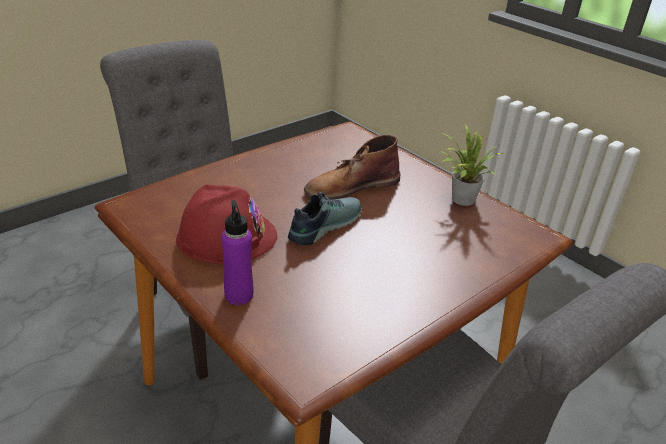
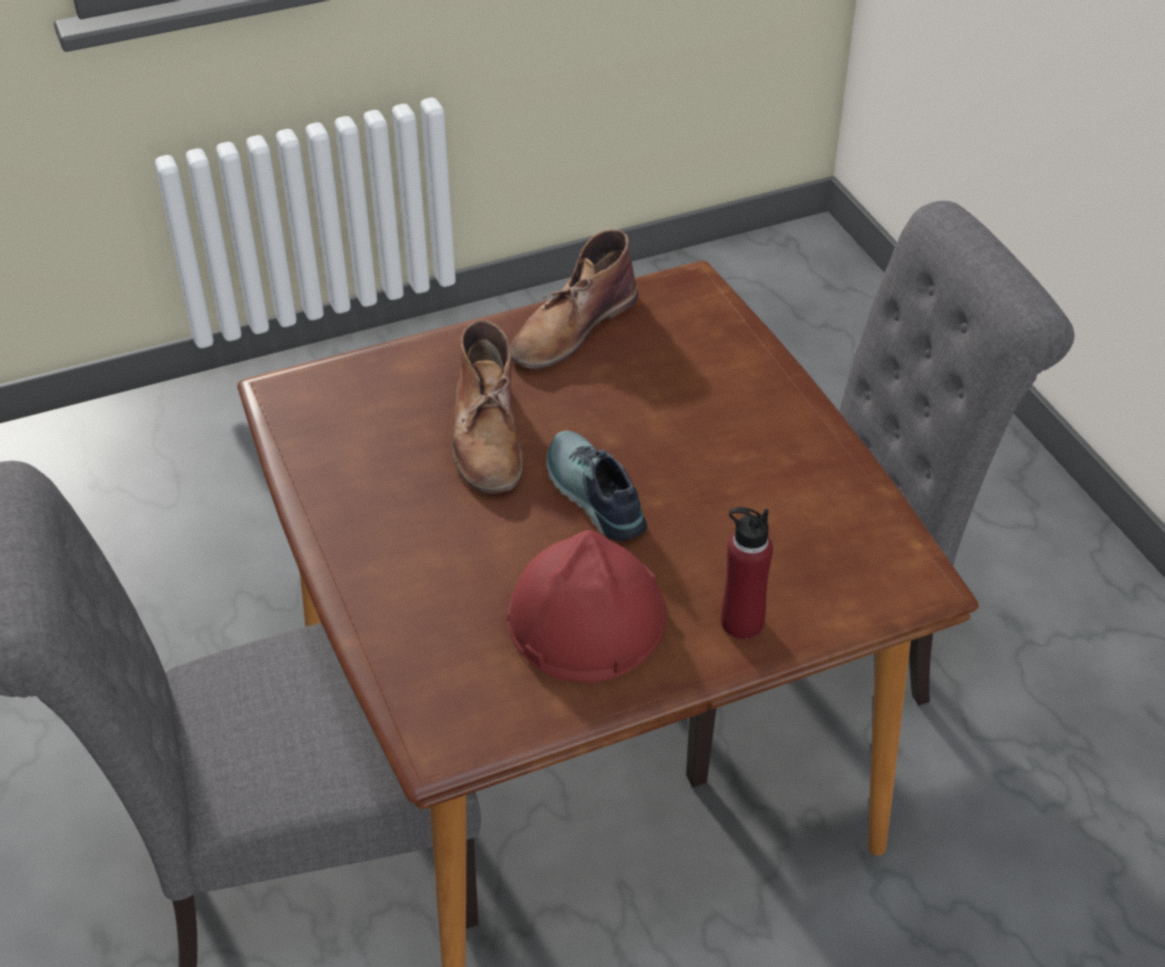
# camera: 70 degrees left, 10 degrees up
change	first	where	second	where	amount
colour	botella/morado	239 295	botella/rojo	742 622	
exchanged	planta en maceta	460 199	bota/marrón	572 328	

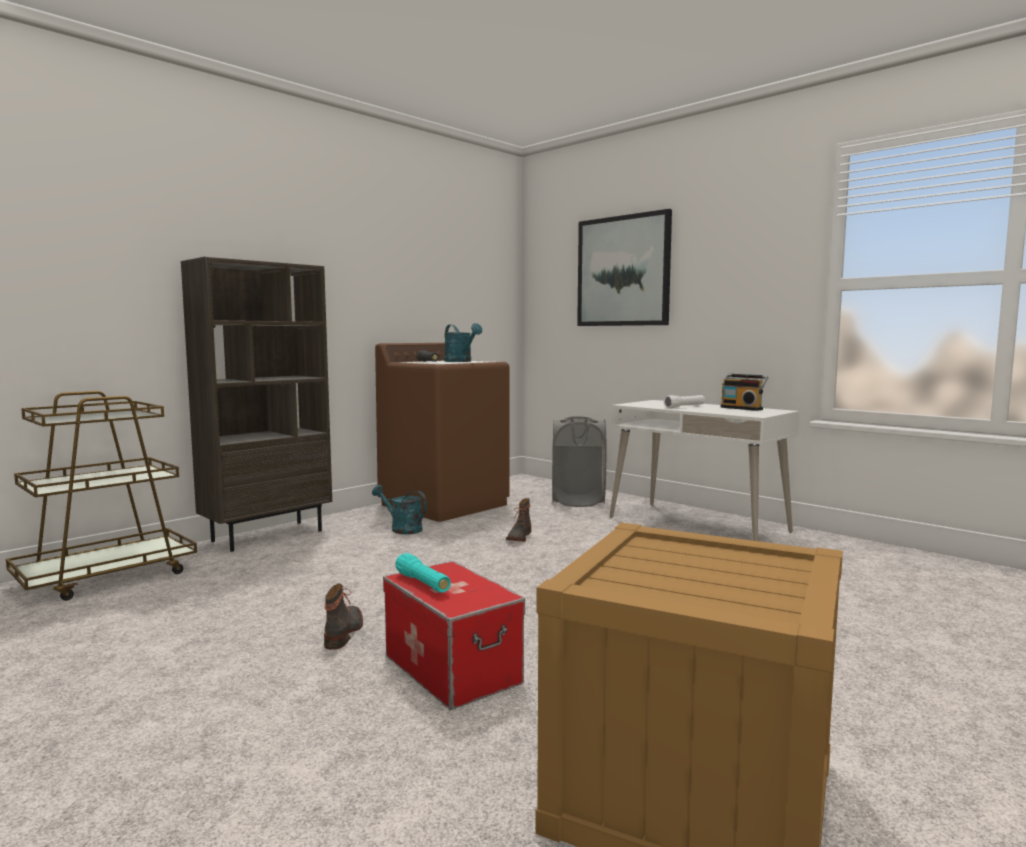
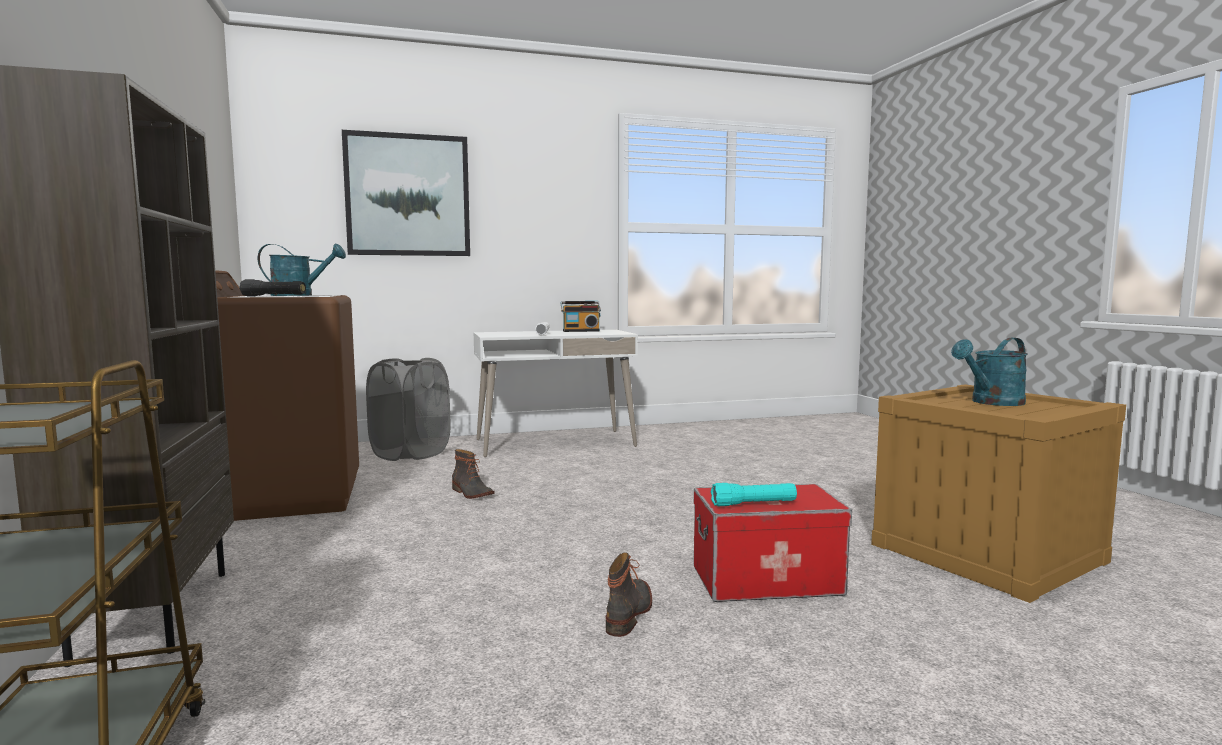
# camera: 60 degrees left, 0 degrees up
change	first	where	second	where	amount
spun	bota	344 632		629 613	75 degrees clockwise
relocated	regadera/turquesa	402 529		992 403	

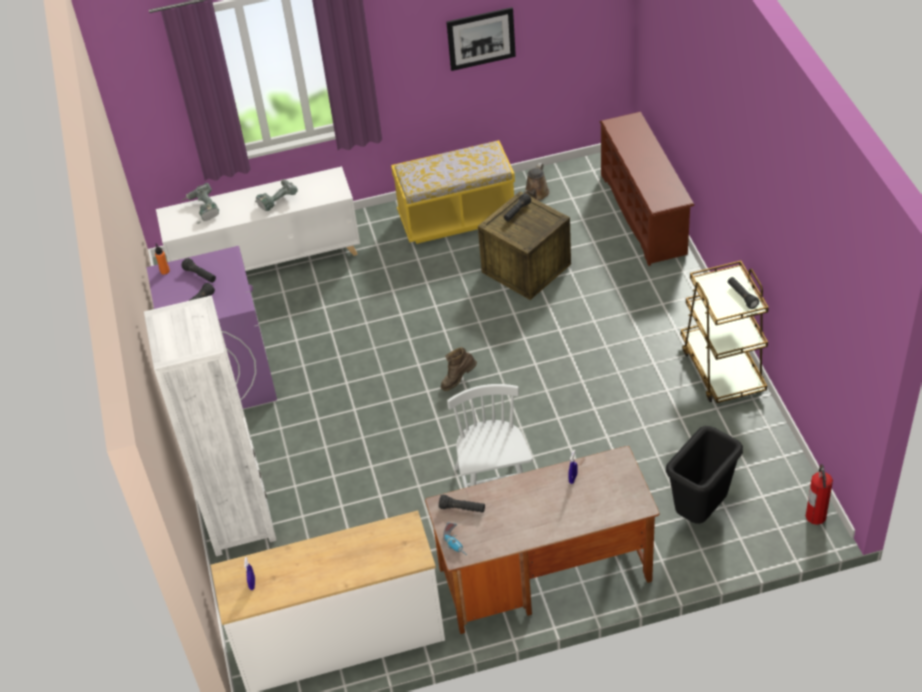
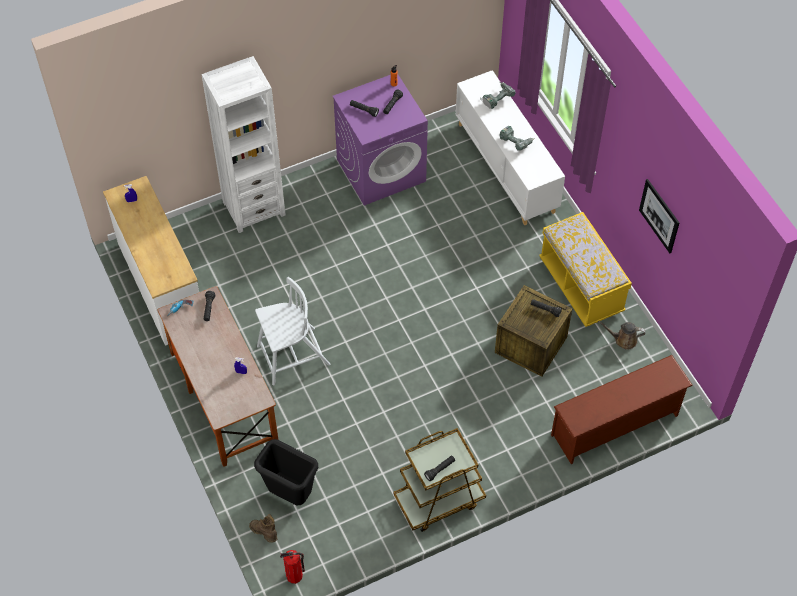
# camera: 75 degrees right, 10 degrees up
change	first	where	second	where	amount
relocated	bota/marrón	458 380		265 533	

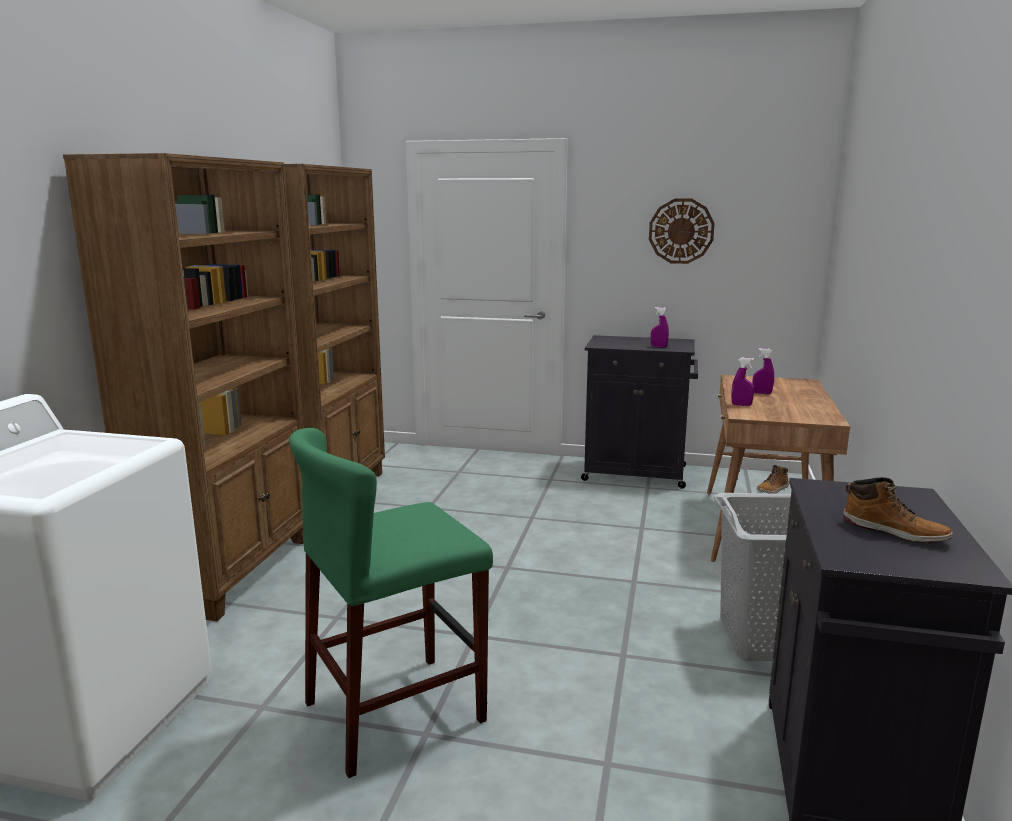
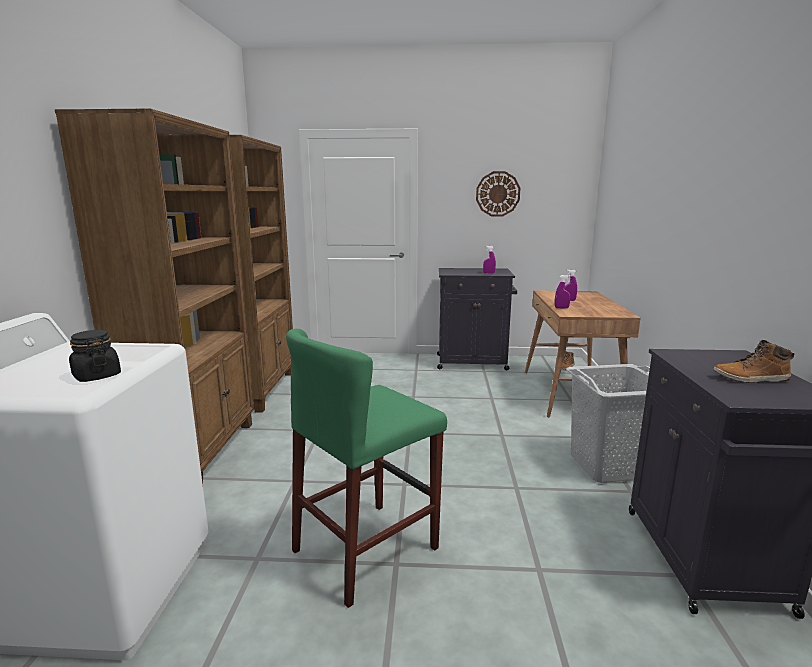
# camera: 10 degrees left, 0 degrees up
change	first	where	second	where	amount
spun	bota	894 531		751 378	150 degrees clockwise
appeared			tarro/negro	96 376	

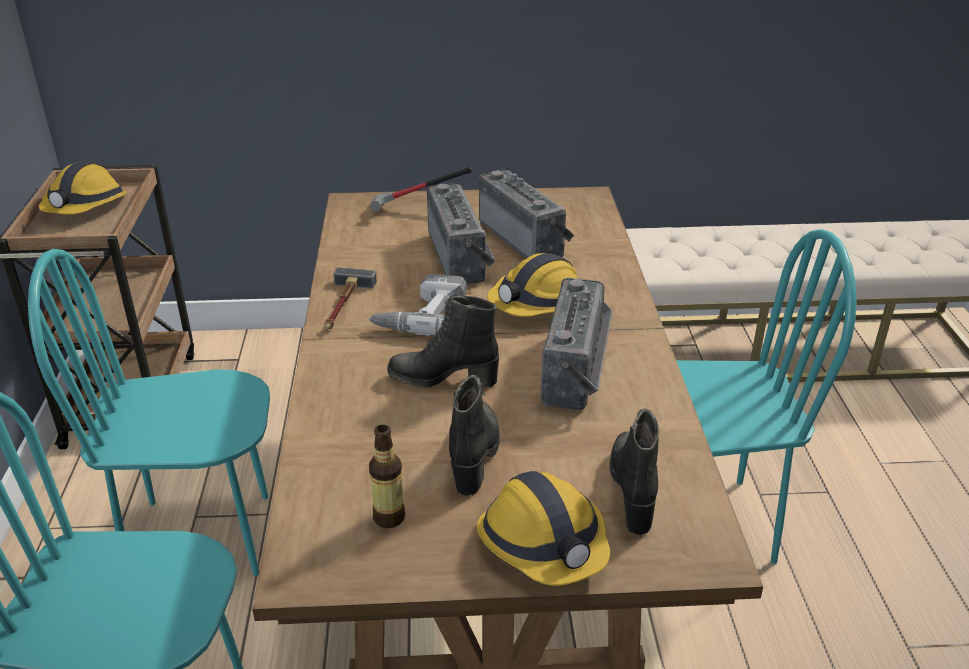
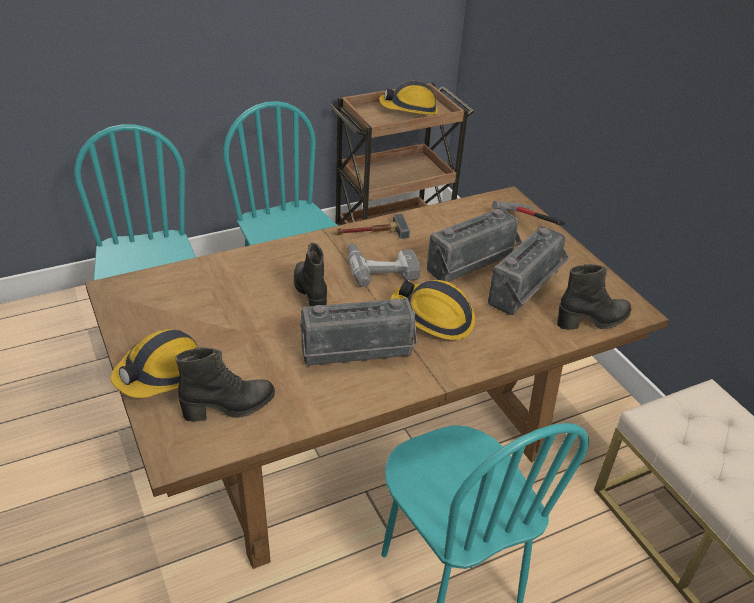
# camera: 65 degrees right, 5 degrees up
change	first	where	second	where	amount
missing	botella	389 517			
relocated	bota/negro	475 455		593 321	

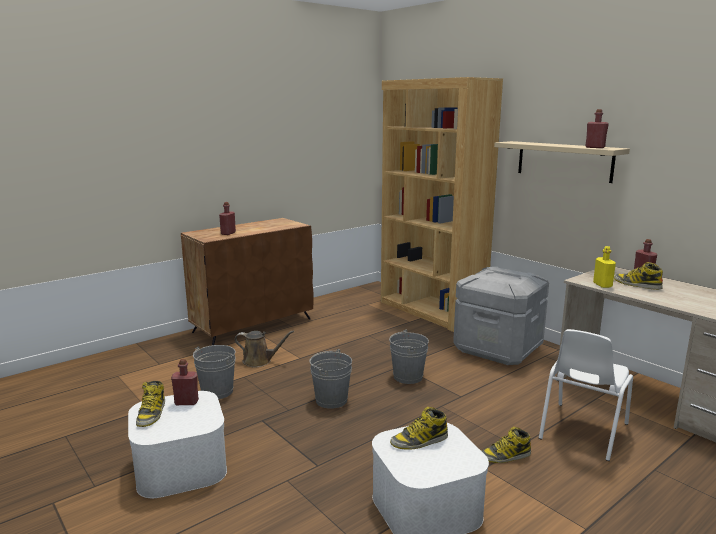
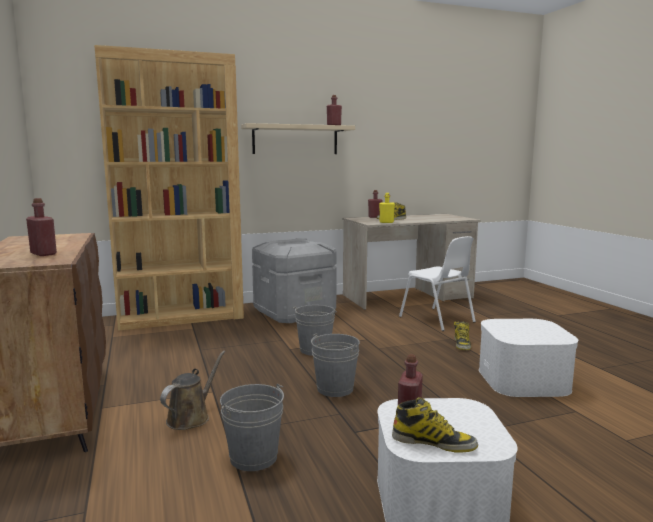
# camera: 70 degrees left, 5 degrees down
change	first	where	second	where	amount
missing	bota	419 441			

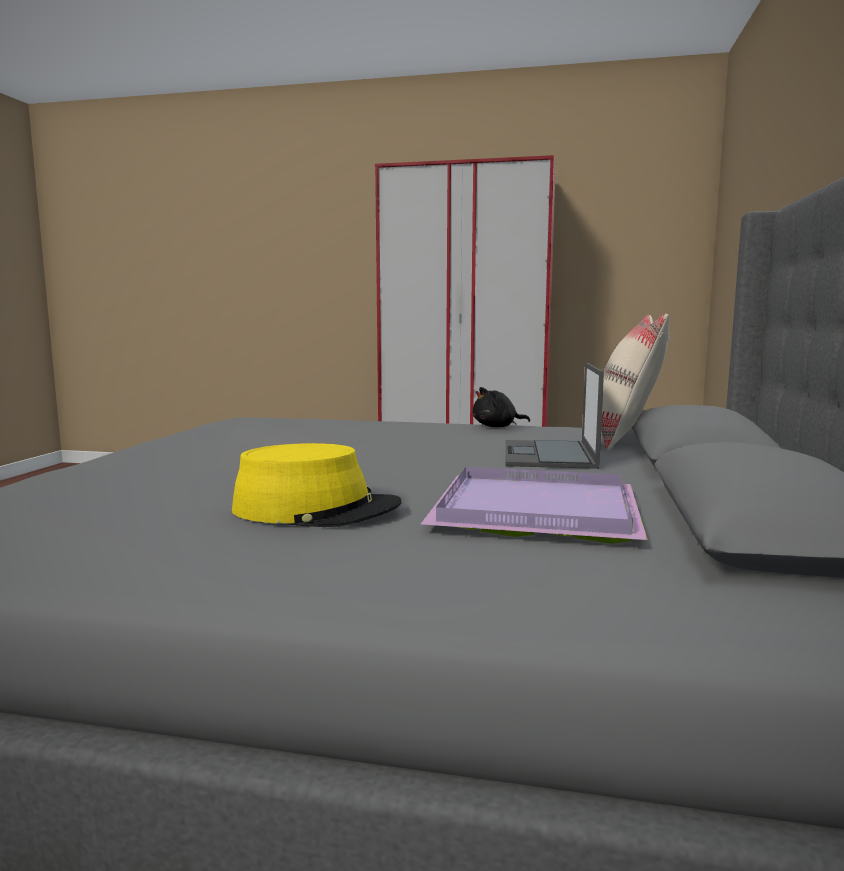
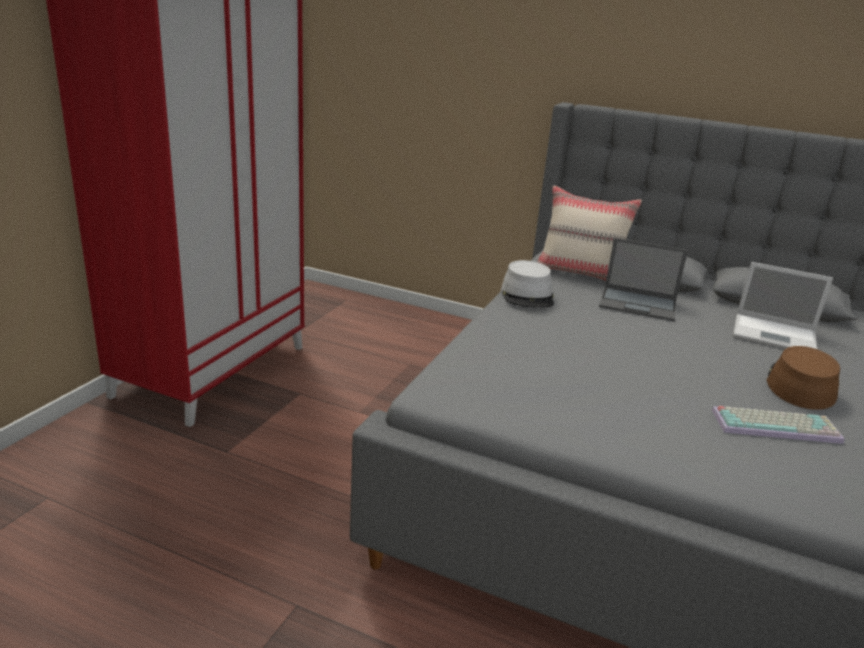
# camera: 80 degrees left, 15 degrees up
change	first	where	second	where	amount
colour	sombrero/amarillo	316 509	sombrero/marrón	800 385	
exchanged	bandeja/morado	539 512	portátil	776 335	
exchanged	peluche/negro	497 427	sombrero/gris	527 296	
appeared			teclado	776 425	

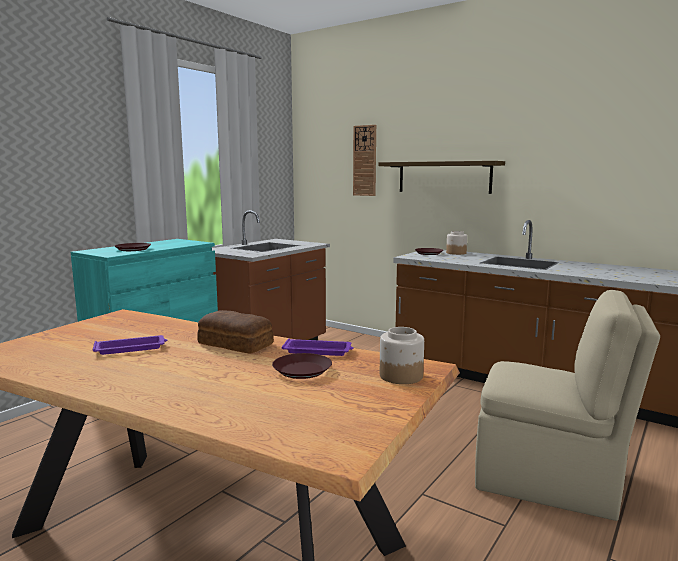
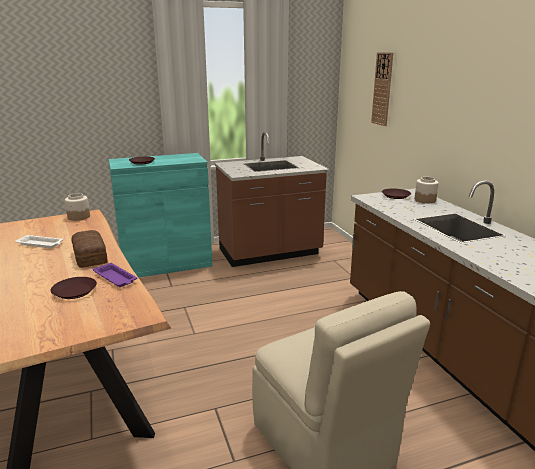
# camera: 35 degrees right, 10 degrees up
change	first	where	second	where	amount
colour	bandeja/morado	131 348	bandeja/blanco	41 244	
missing	estante	444 177			
relocated	tarro	400 376		78 217	

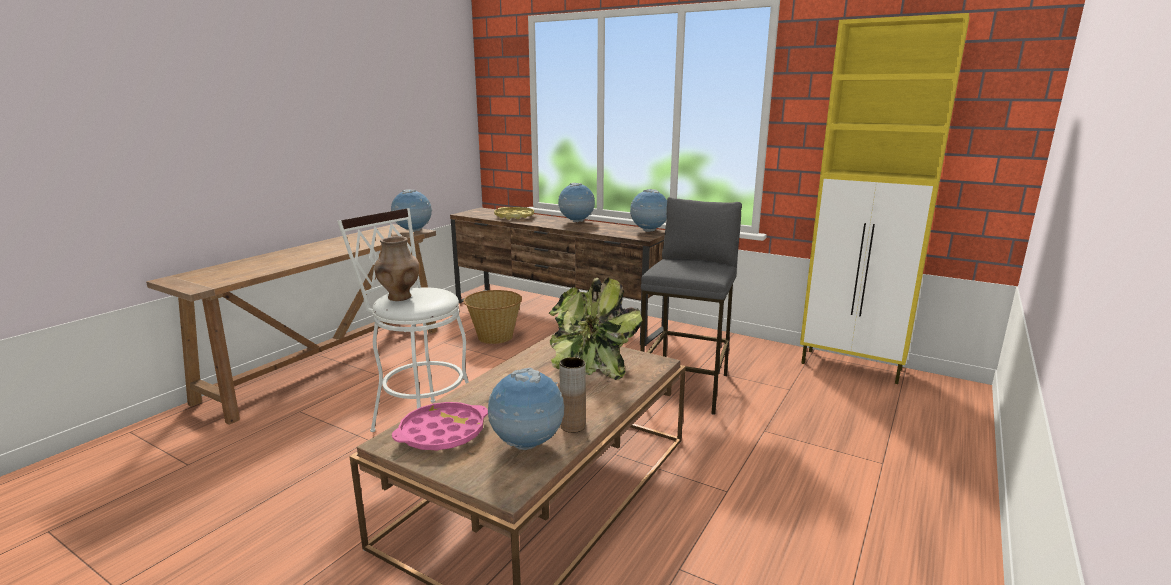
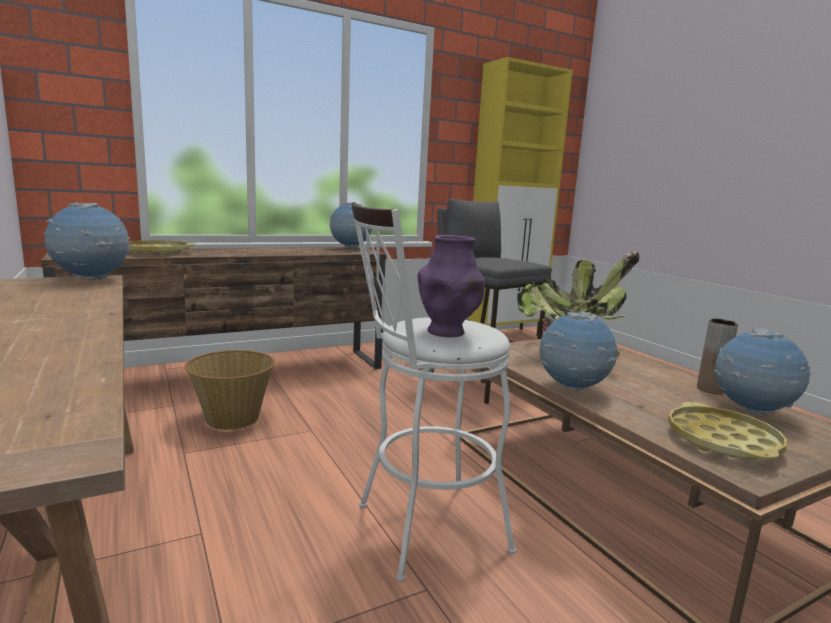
# camera: 60 degrees left, 5 degrees down
change	first	where	second	where	amount
colour	florero/marrón	399 297	florero/morado	447 332	
colour	bandeja/rosa	442 433	bandeja/amarillo	722 441	
relocated	globo terráqueo	576 222		572 389	

